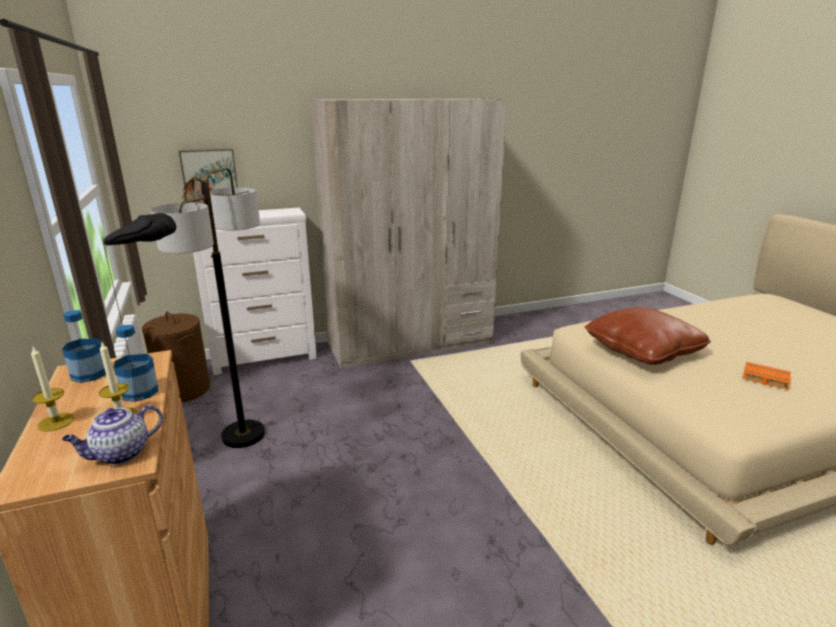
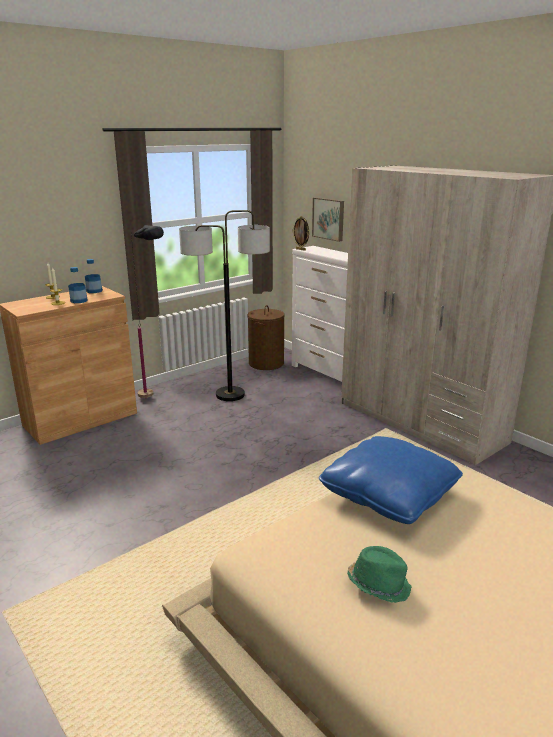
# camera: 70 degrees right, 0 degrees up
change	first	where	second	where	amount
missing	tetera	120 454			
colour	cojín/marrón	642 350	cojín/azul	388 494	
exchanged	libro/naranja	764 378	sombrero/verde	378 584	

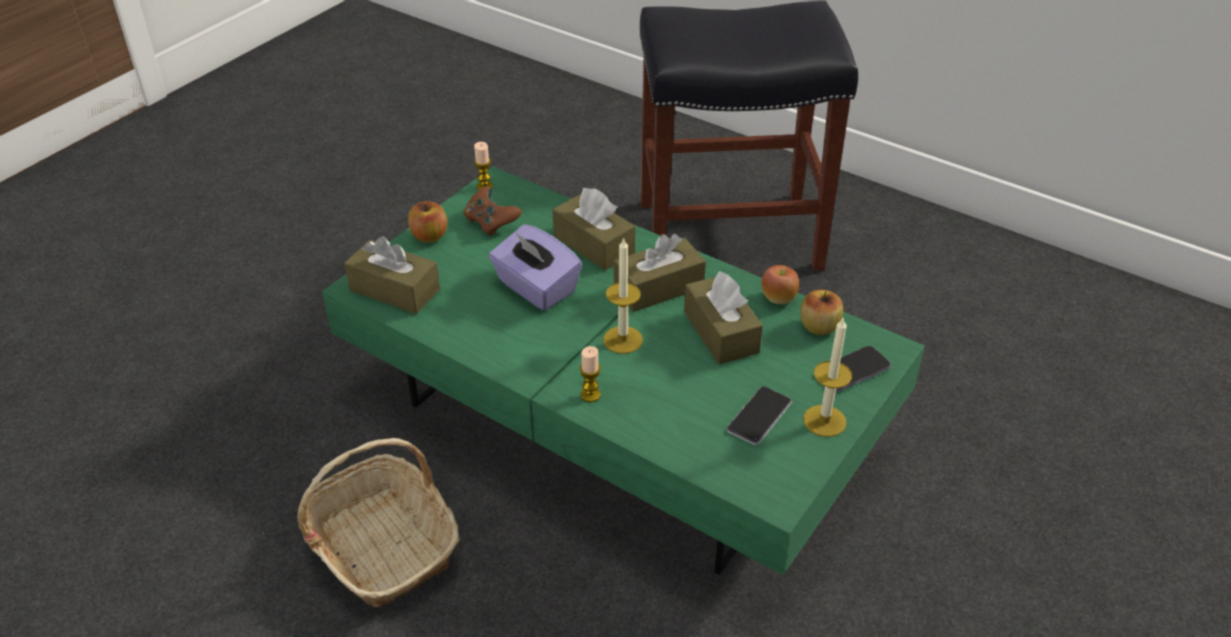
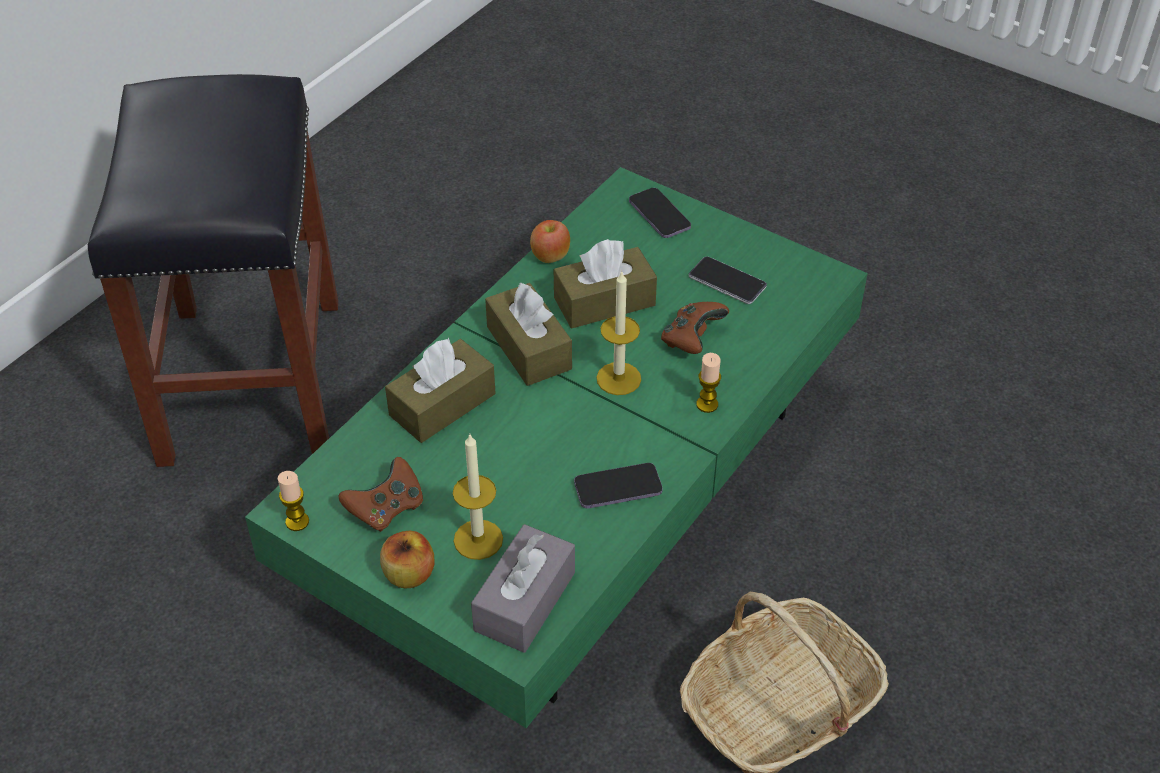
# camera: 90 degrees left, 5 degrees up
change	first	where	second	where	amount
colour	caja de pañuelos/marrón	395 290	caja de pañuelos/gris	525 601	
missing	caja de pañuelos/morado	535 288			
missing	manzana	819 327			
relocated	vela	824 421		478 539	
appeared			móvil	618 488	
appeared			mando de consola/marrón	692 339	

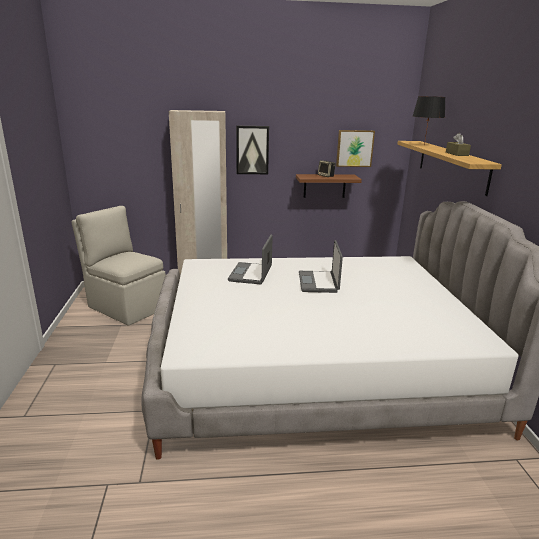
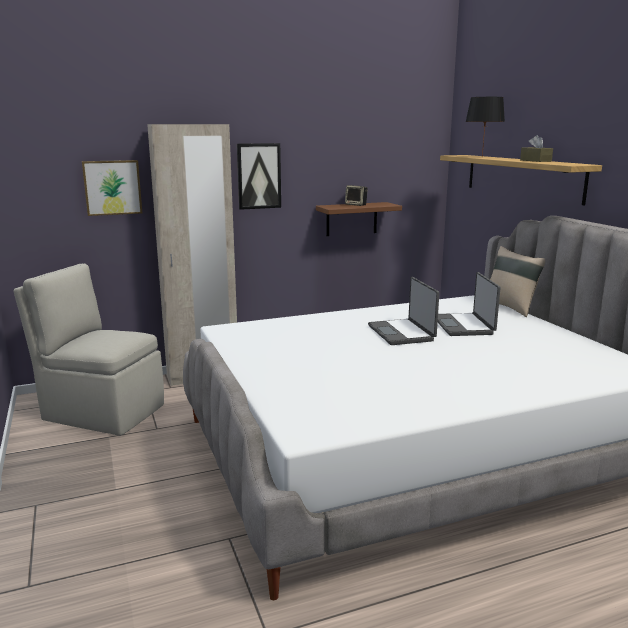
# camera: 15 degrees left, 5 degrees down
change	first	where	second	where	amount
relocated	portátil	251 274		464 326	
relocated	cuadro	354 148		112 187	
appeared			cojín/beis	511 307	

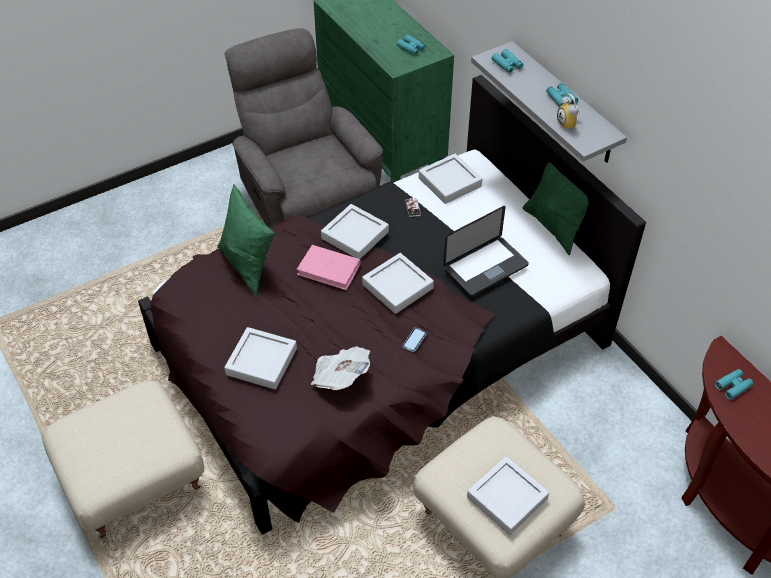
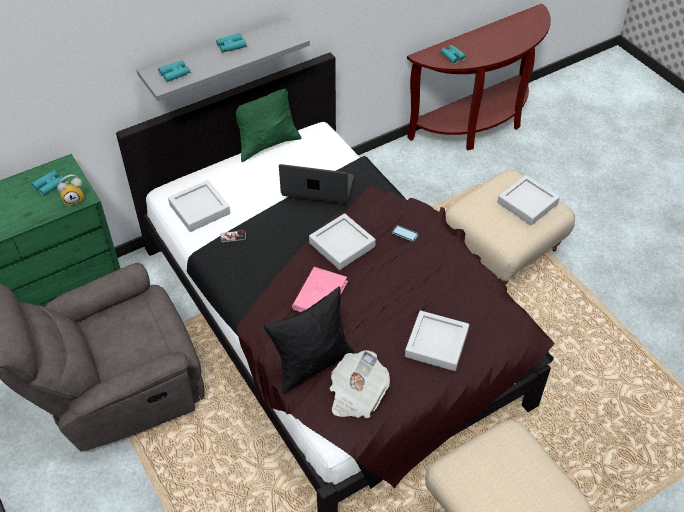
# camera: 90 degrees left, 0 degrees up
change	first	where	second	where	amount
colour	cojín/verde	248 266	cojín/negro	312 364	
relocated	periódico	340 377		356 395	
missing	bandeja/gris	355 235			
spun	portátil	485 267		317 187	45 degrees counterclockwise
relocated	despertador	569 124		74 199	

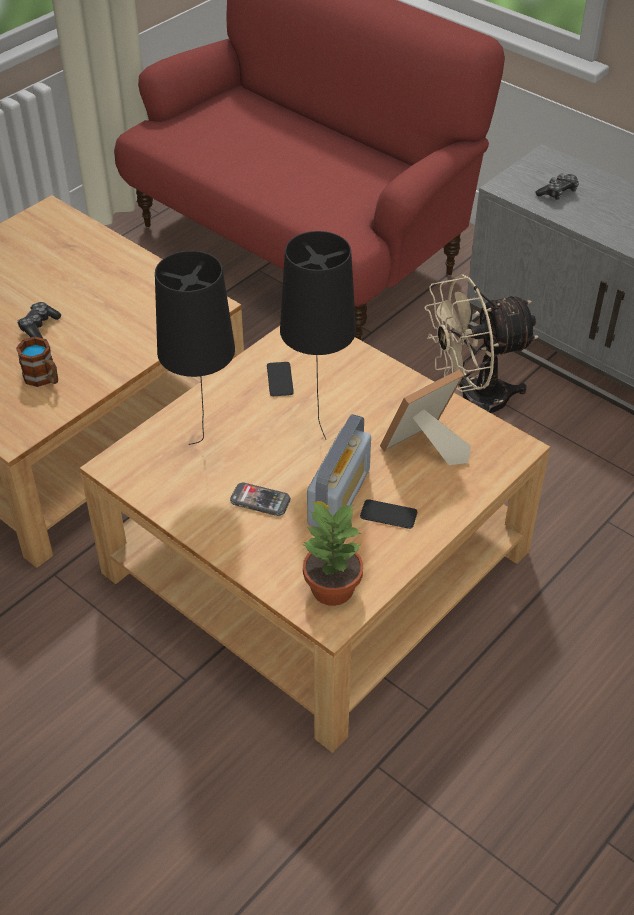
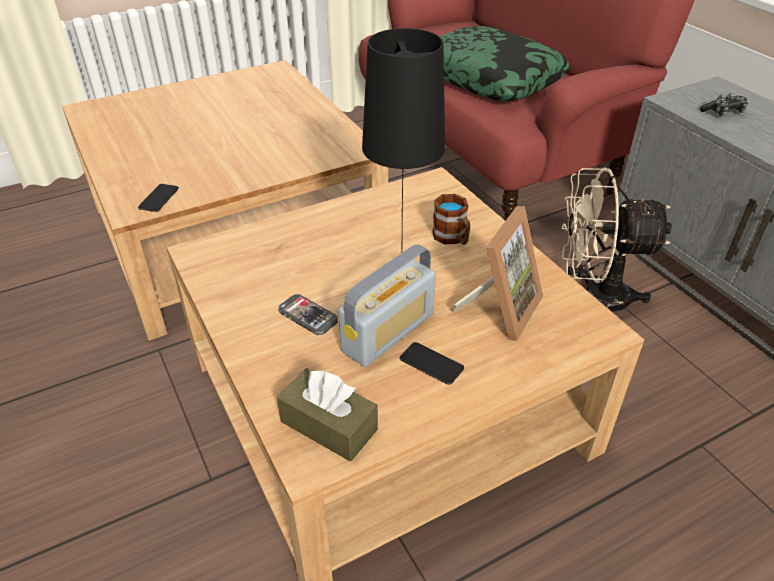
# camera: 20 degrees right, 5 degrees down
change	first	where	second	where	amount
relocated	taza grande	44 379		452 238	
missing	mando de consola	39 326			
missing	lámpara de mesa/negro	206 449			
relocated	móvil	280 380		159 198	
exchanged	planta en maceta	331 588	caja de pañuelos/marrón	329 425	
spun	portarretratos	424 449		500 309	135 degrees clockwise
appeared			cojín	489 78	

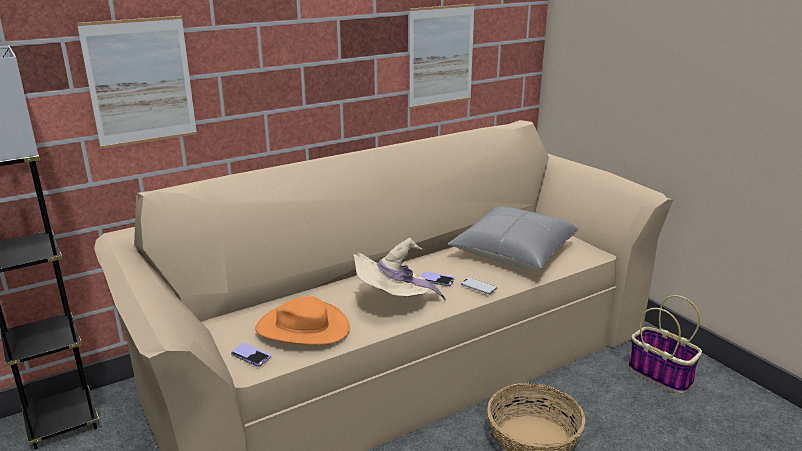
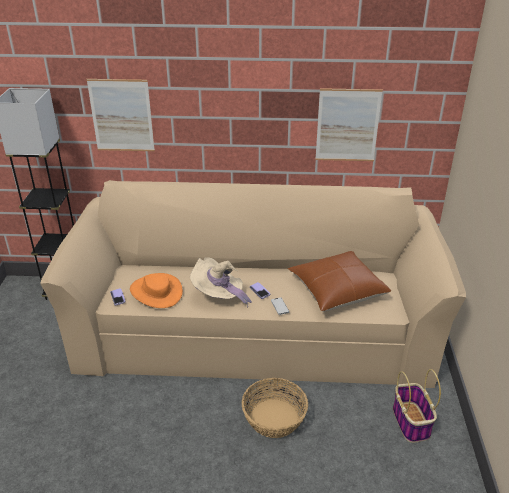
# camera: 35 degrees right, 10 degrees up
change	first	where	second	where	amount
colour	cojín/gris	513 252	cojín/marrón	337 290	

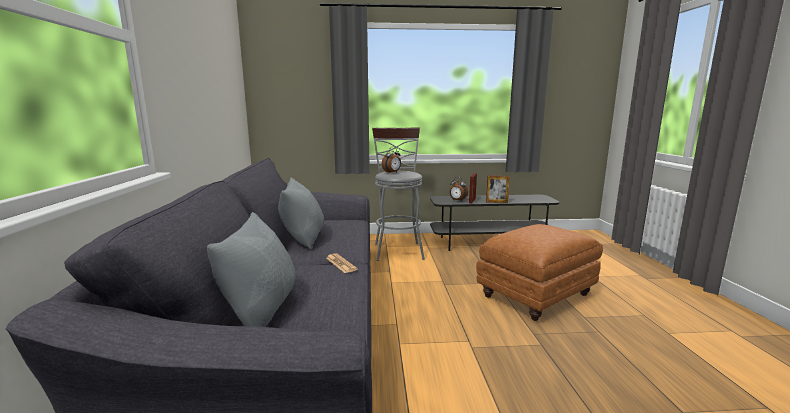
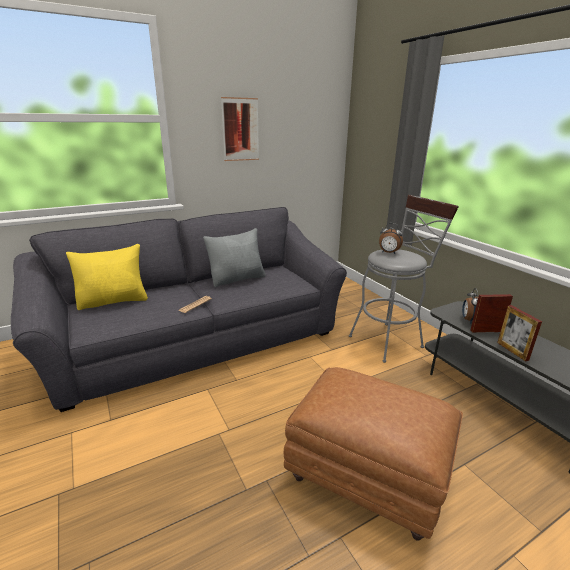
# camera: 65 degrees right, 10 degrees up
change	first	where	second	where	amount
colour	cojín/gris	261 309	cojín/amarillo	114 301	
appeared			cuadro	240 129	

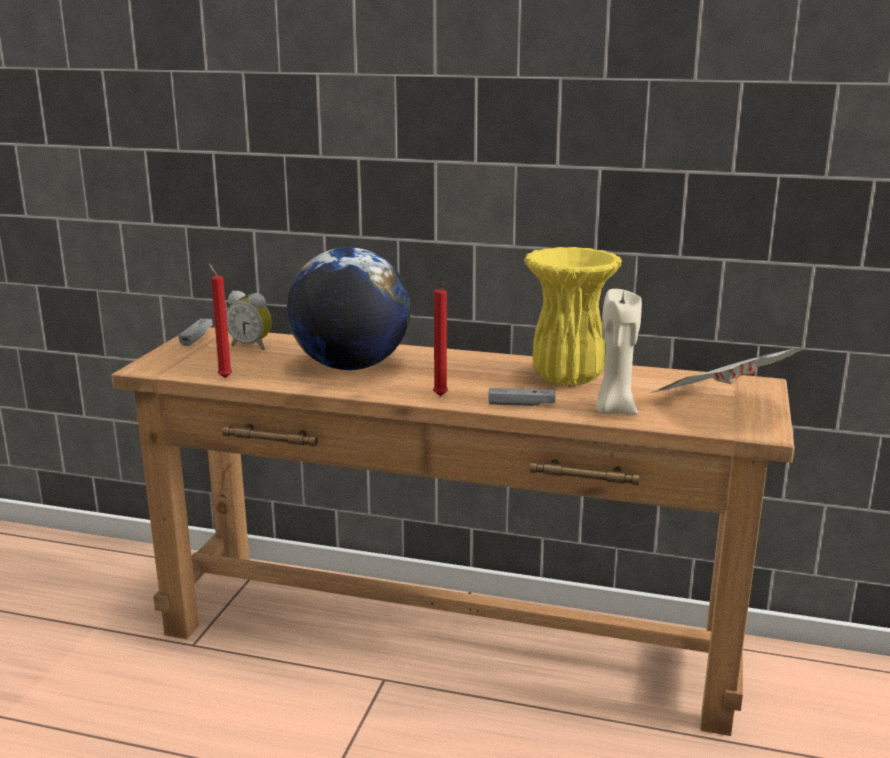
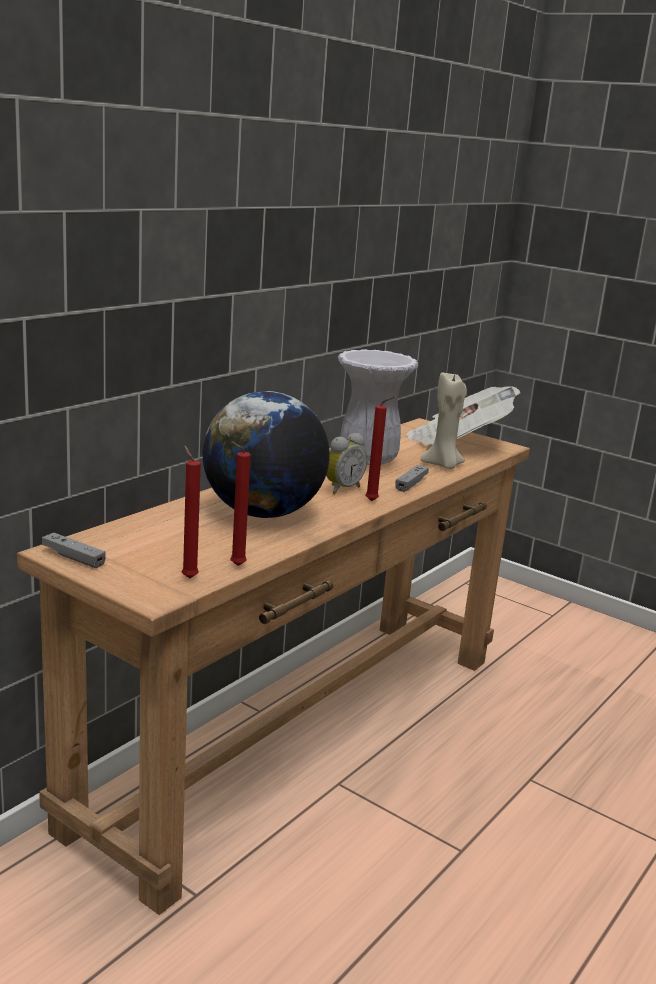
# camera: 70 degrees left, 0 degrees up
change	first	where	second	where	amount
relocated	despertador	251 346		341 488	
colour	florero/amarillo	566 378	florero/blanco	368 460	
appeared			vela/rojo	188 577	

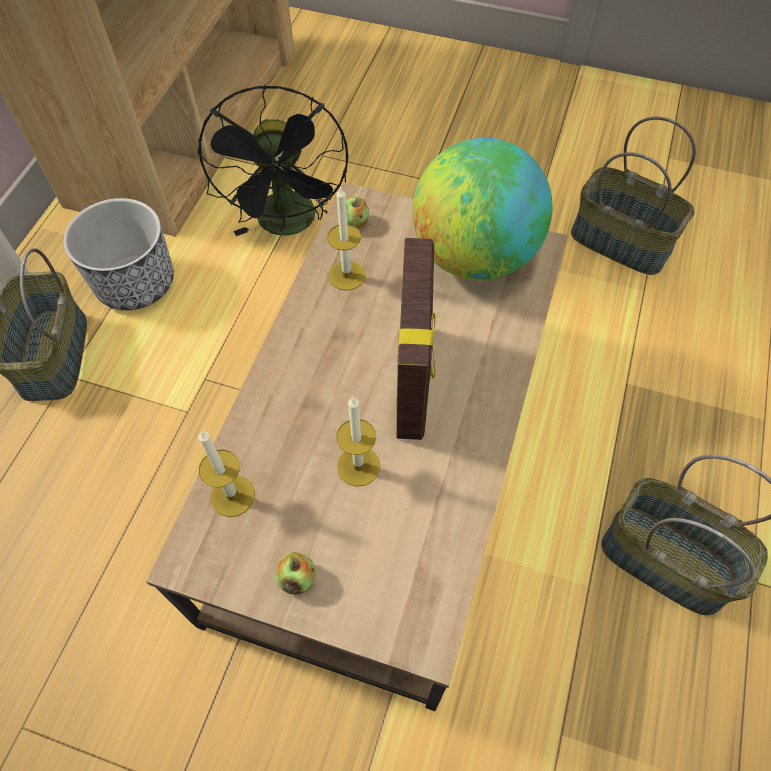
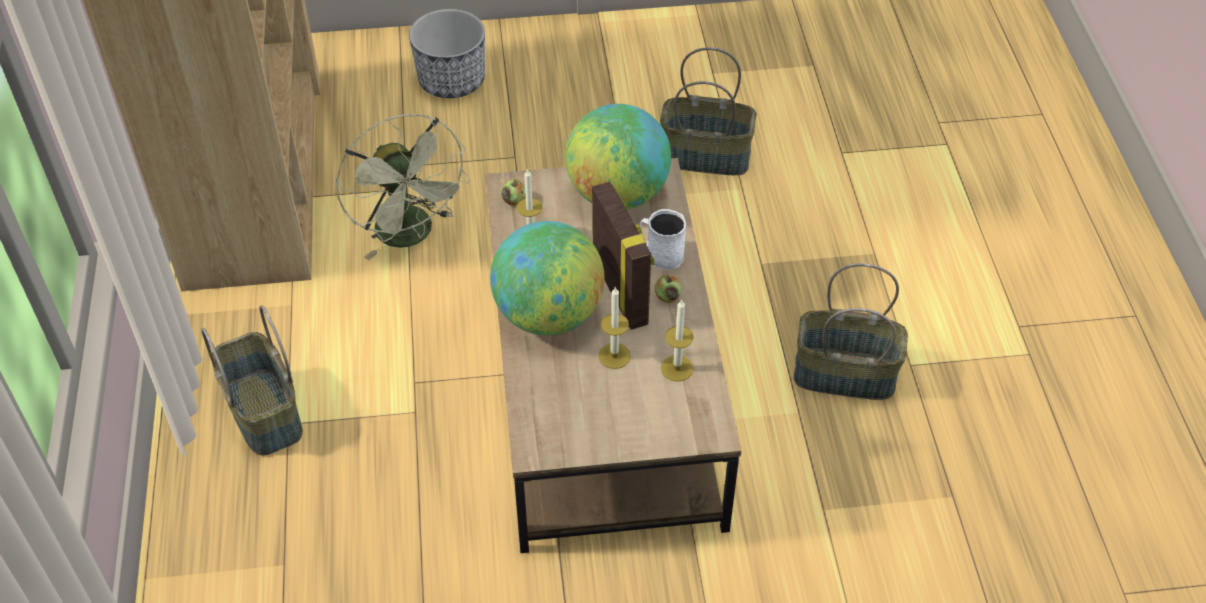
# camera: 25 degrees left, 10 degrees down
change	first	where	second	where	amount
relocated	maceta	136 283		452 81	
colour	ventilador/negro	289 225	ventilador/verde	412 235	
relocated	vela	232 496		677 368	
relocated	manzana	297 578		667 296	
appeared			globo terráqueo	549 314	
appeared			taza grande/blanco	660 254	

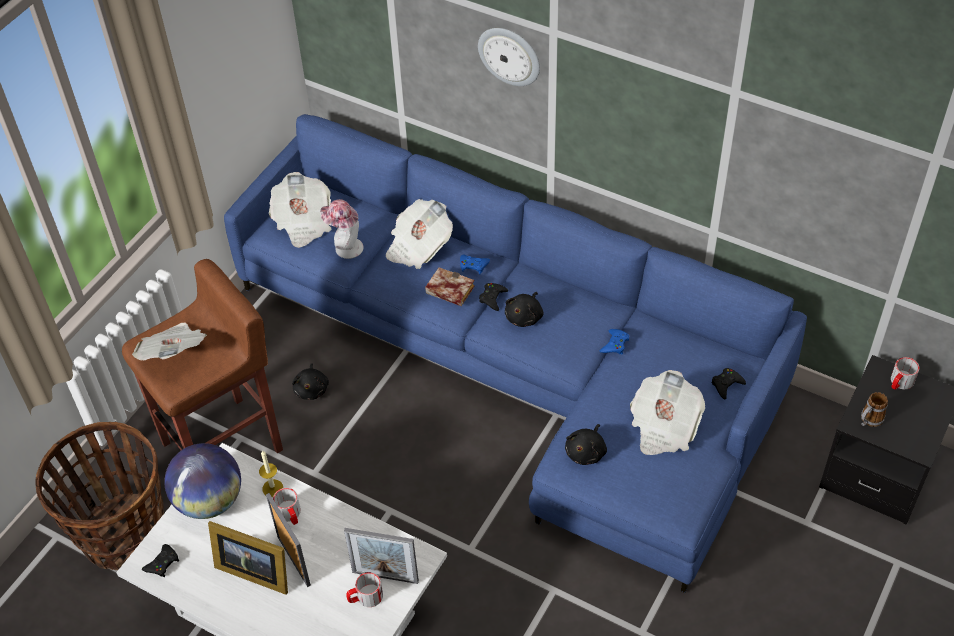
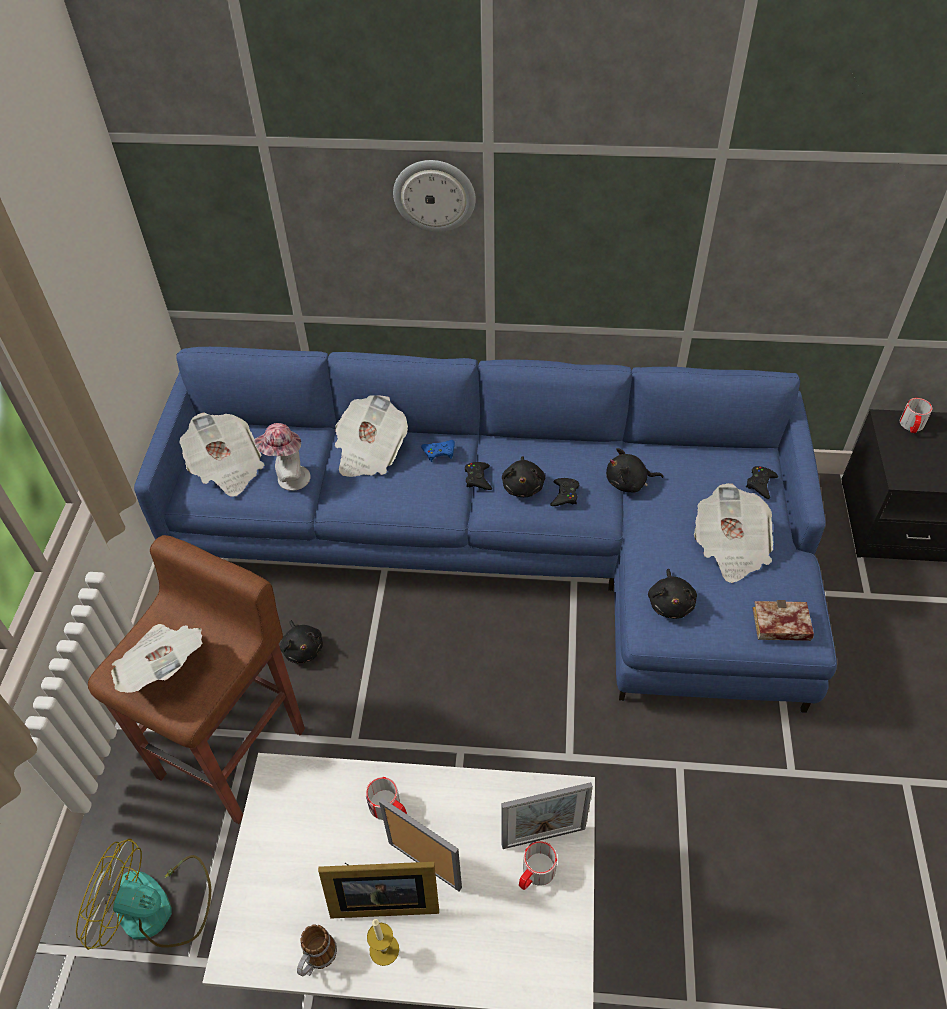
# camera: 25 degrees left, 0 degrees up
change	first	where	second	where	amount
exchanged	cesta	123 533	ventilador	158 909	
relocated	mando de consola/negro	162 563		564 495	
missing	globo terráqueo	210 500			
relocated	vela	272 488		384 949	
relocated	libro	447 290		779 626	
exchanged	mando de consola/azul	615 344	peluche/negro	629 482	
relocated	taza grande	869 420		317 959	

